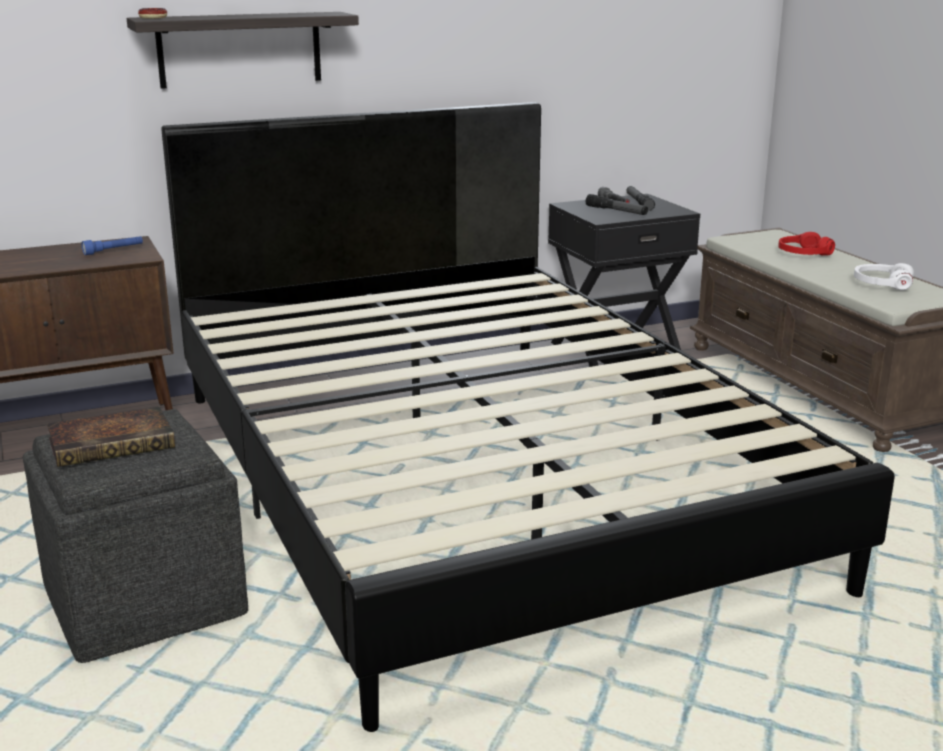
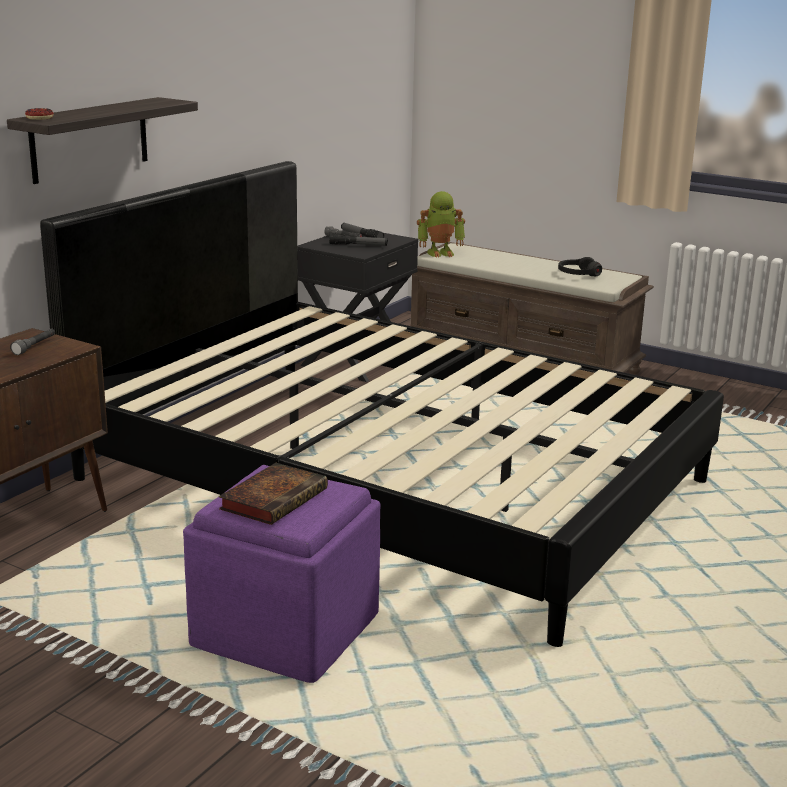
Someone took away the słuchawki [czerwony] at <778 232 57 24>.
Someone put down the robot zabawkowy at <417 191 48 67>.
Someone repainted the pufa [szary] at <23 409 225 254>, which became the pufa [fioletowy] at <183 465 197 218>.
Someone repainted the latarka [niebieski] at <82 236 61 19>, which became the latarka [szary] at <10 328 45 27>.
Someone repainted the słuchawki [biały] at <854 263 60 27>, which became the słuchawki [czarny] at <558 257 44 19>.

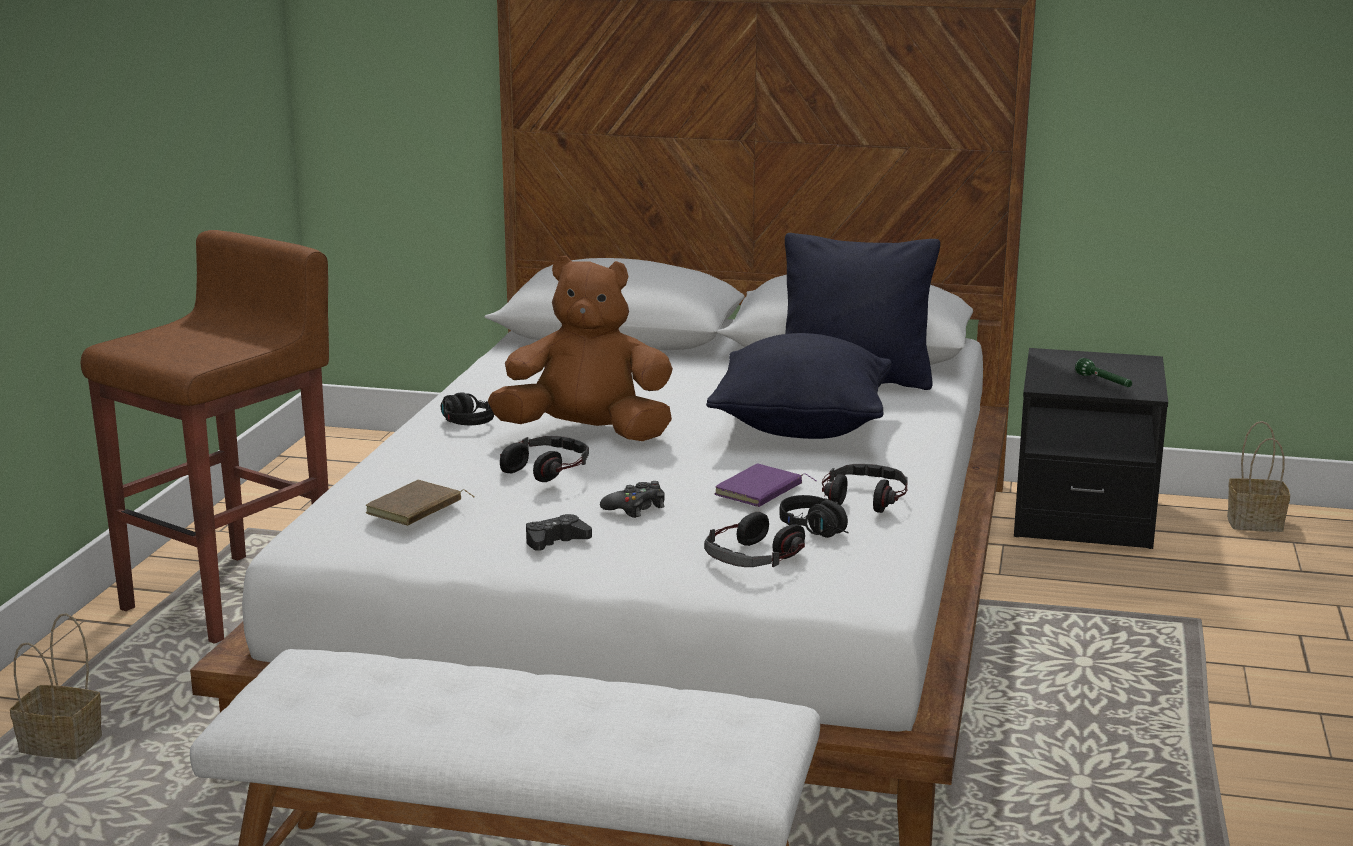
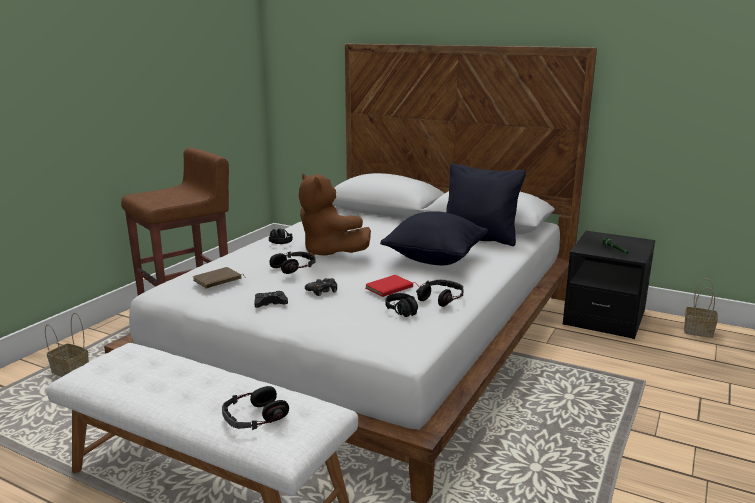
Someone carried the słuchawki from <704 512 101 55> to <222 386 67 44>.
Someone repainted the książka [fioletowy] at <715 463 101 44>, which became the książka [czerwony] at <365 275 54 22>.
Someone rotated the pluszak [brązowy] at <488 256 185 185> by 150 degrees counterclockwise.

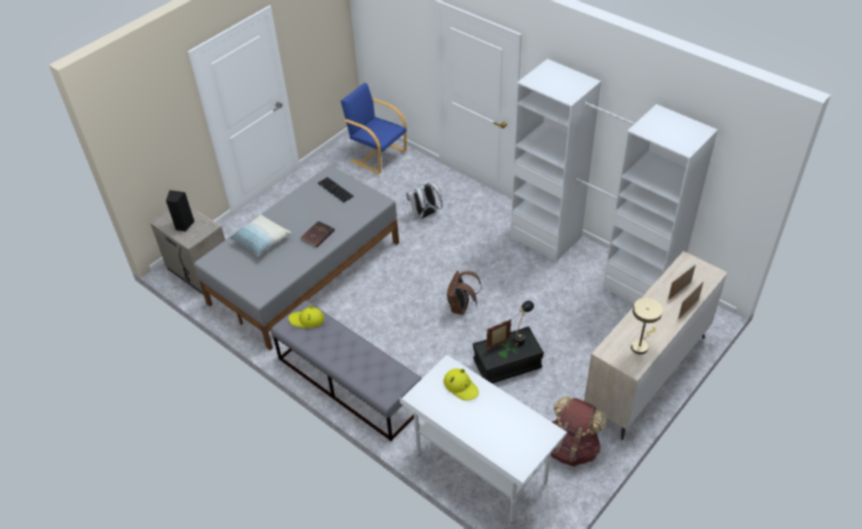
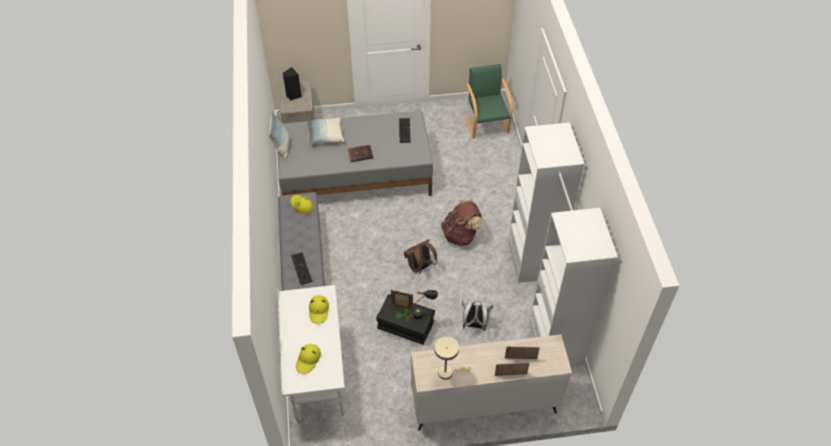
Someone put down the poduszka at <269 111 20 48>.
Someone put down the klawiatura at <291 252 22 33>.
Someone put down the kapelusz [żółty] at <296 344 25 30>.
Someone carried the plecak [biały] from <406 181 36 38> to <462 299 31 32>.
Someone carried the plecak [brązowy] from <551 396 56 71> to <441 199 42 47>.
Someone repainted the fotel [niebieski] at <341 83 66 91>, which became the fotel [zielony] at <465 64 48 74>.

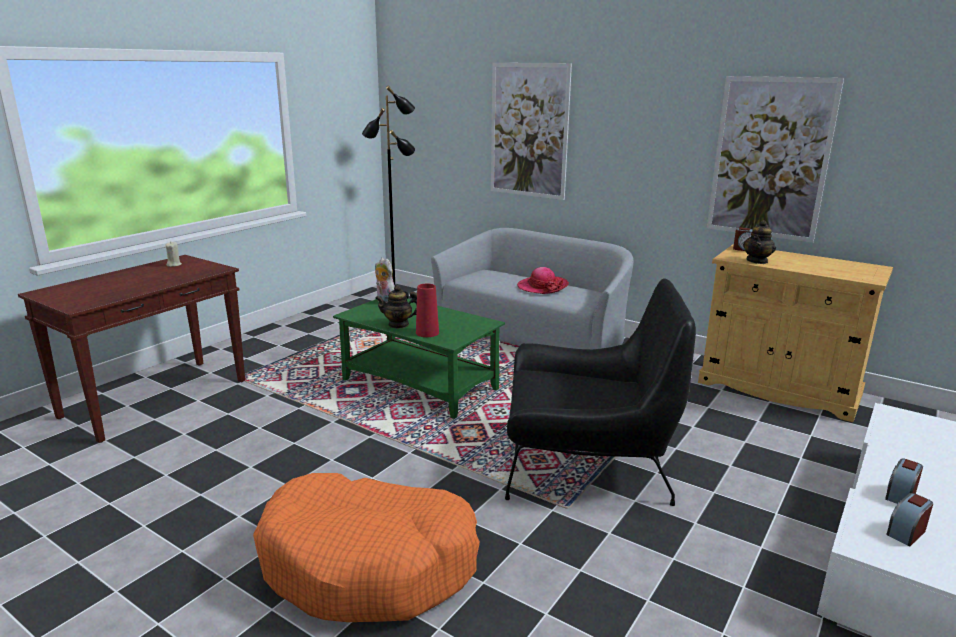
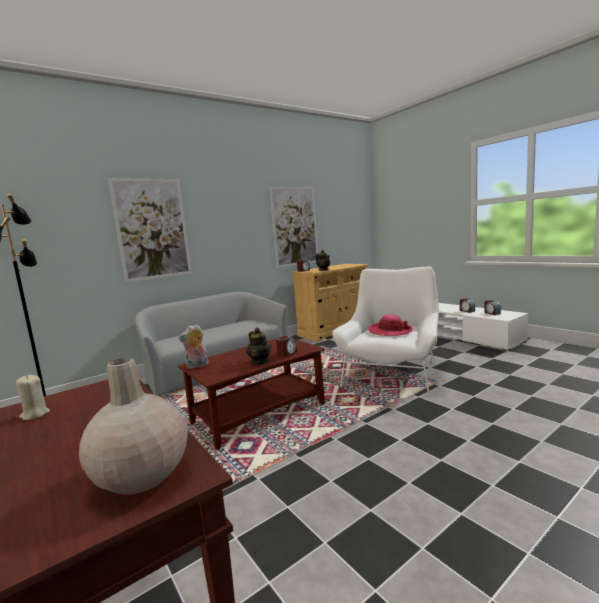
Someone took away the legowisko [pomarańczowy] at <253 473 227 149>.
Someone put down the wazon [beżowy] at <79 358 109 137>.
Someone carried the kapelusz from <517 267 52 27> to <368 314 45 22>.
Someone swapped the wazon [czerwony] at <416 284 23 53> for the budzik at <276 336 21 22>.
Someone repainted the ława [zielony] at <333 298 172 121>, which became the ława [brązowy] at <178 338 147 112>.
Someone repainted the fotel [czarny] at <505 279 191 227>, which became the fotel [biały] at <332 266 107 130>.
Someone rotated the imbryk at <375 285 42 43> by 45 degrees counterclockwise.

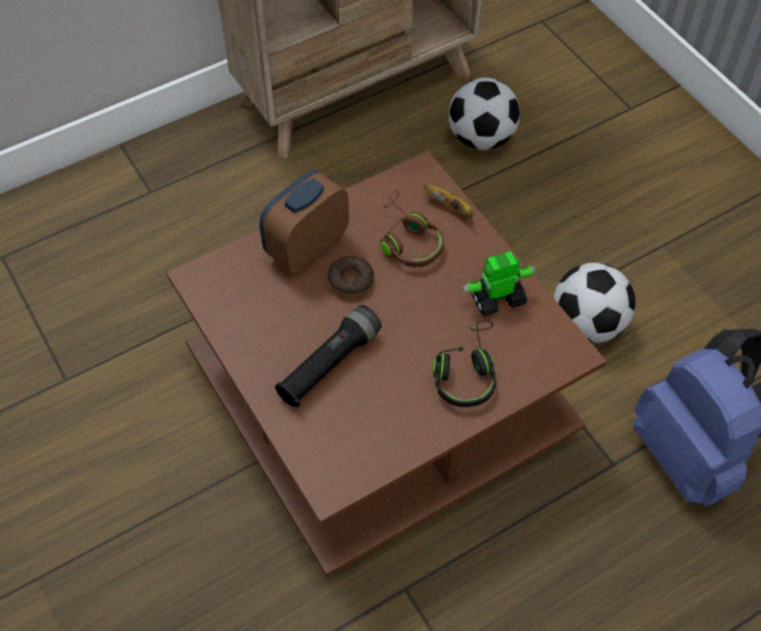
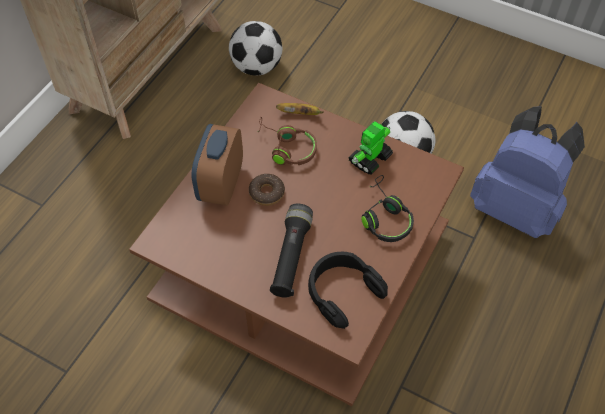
Someone put down the słuchawki [czarny] at <308 252 80 77>.

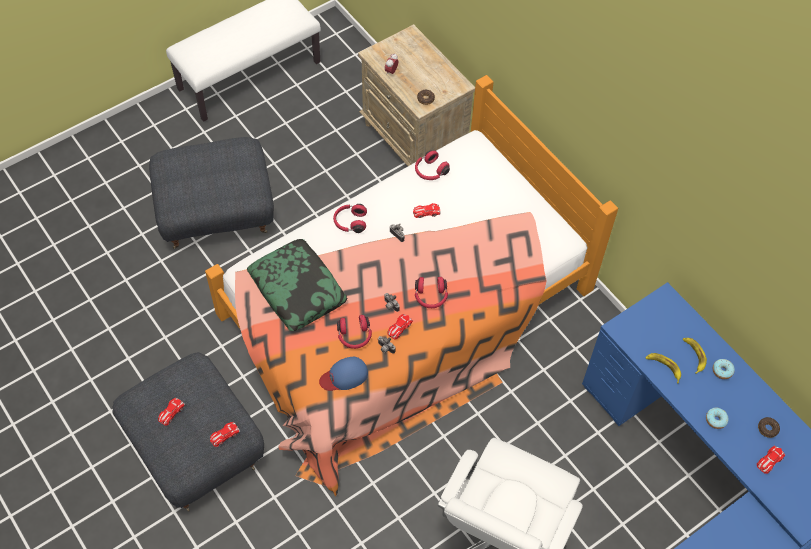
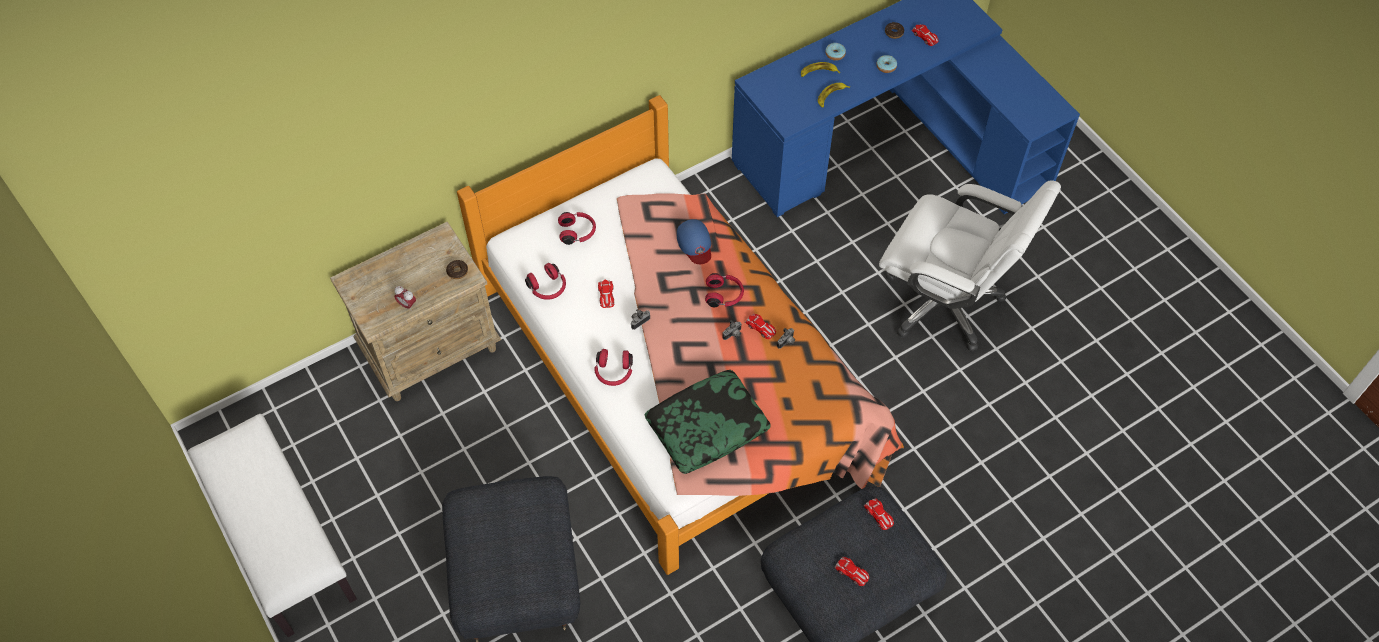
Someone carried the czapka z daszkiem [niebieski] from <319 357 49 34> to <677 219 34 45>.
Someone carried the słuchawki [czerwony] from <337 315 35 34> to <558 212 38 33>.

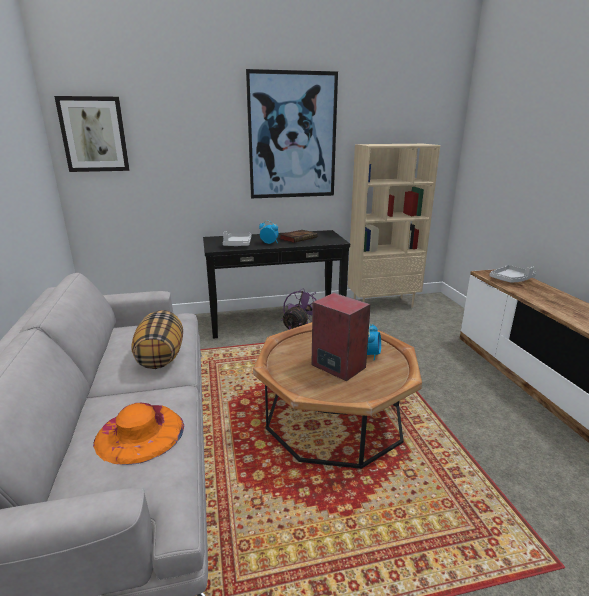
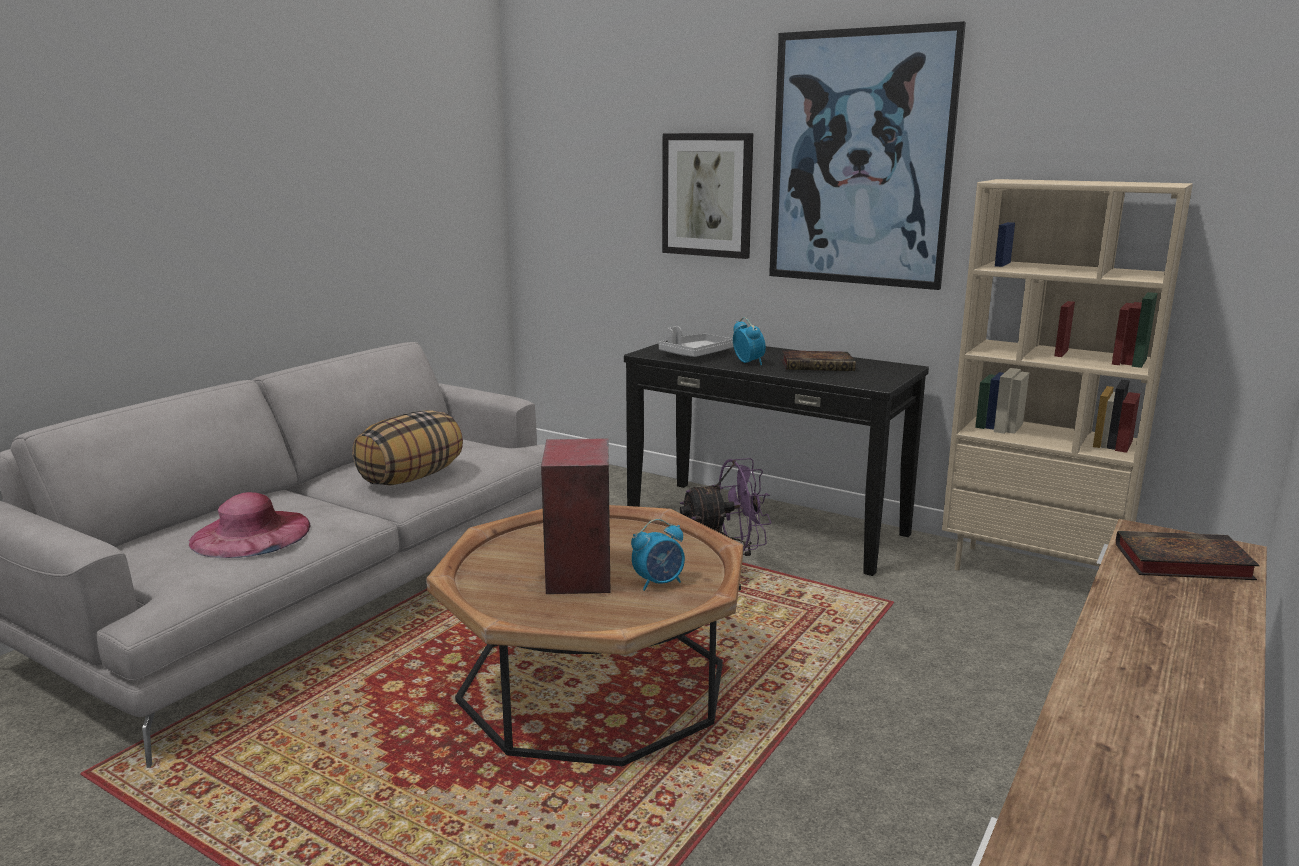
Someone carried the obraz from <54 96 75 76> to <662 133 91 126>.
Someone swapped the taca [szary] at <489 265 47 17> for the książka at <1116 531 144 49>.
Someone repainted the kapelusz [pomarańczowy] at <93 403 91 62>, which became the kapelusz [różowy] at <189 492 122 66>.

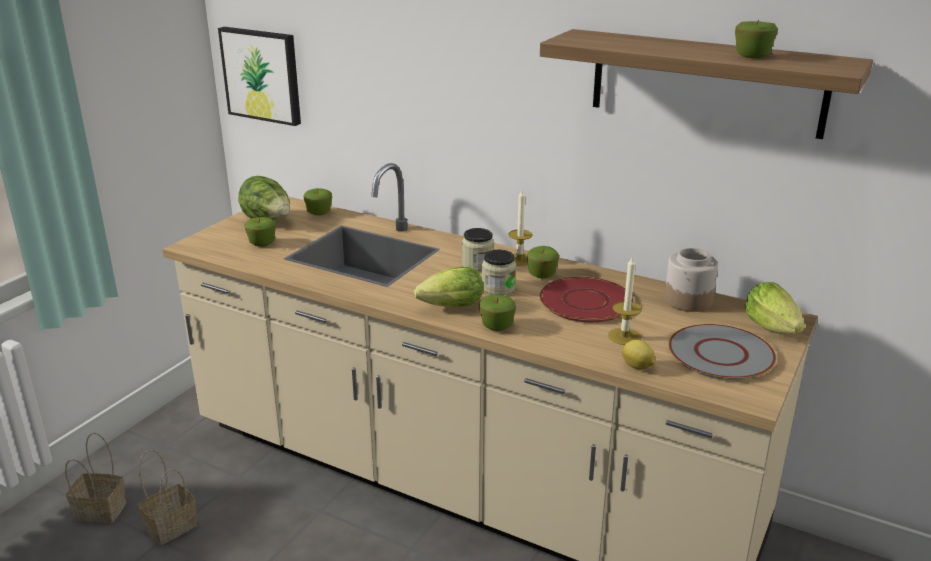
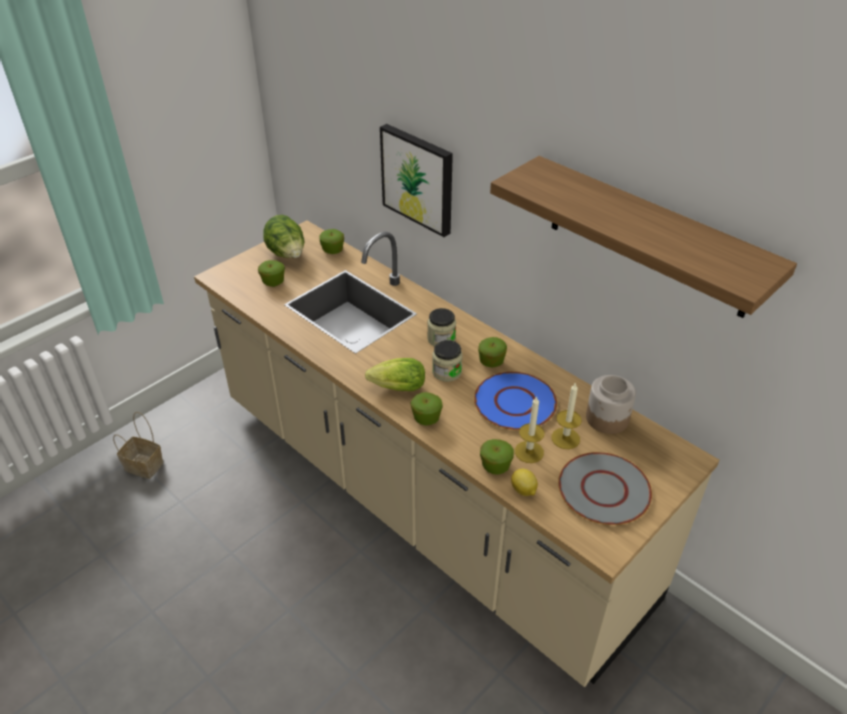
Someone took away the koszyk at <138 449 59 96>.
Someone took away the sałata at <745 282 60 52>.
Someone carried the obraz from <218 27 83 99> to <380 124 73 113>.
Someone carried the świeca from <508 190 25 76> to <551 382 31 67>.
Someone carried the jabłko from <735 20 43 39> to <480 439 34 36>.
Someone repainted the talerz [czerwony] at <539 277 94 45>, which became the talerz [niebieski] at <474 372 83 58>.

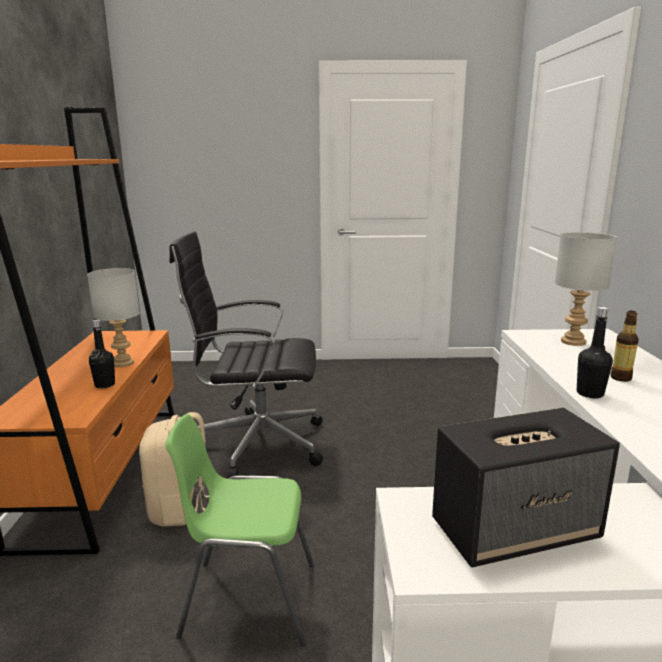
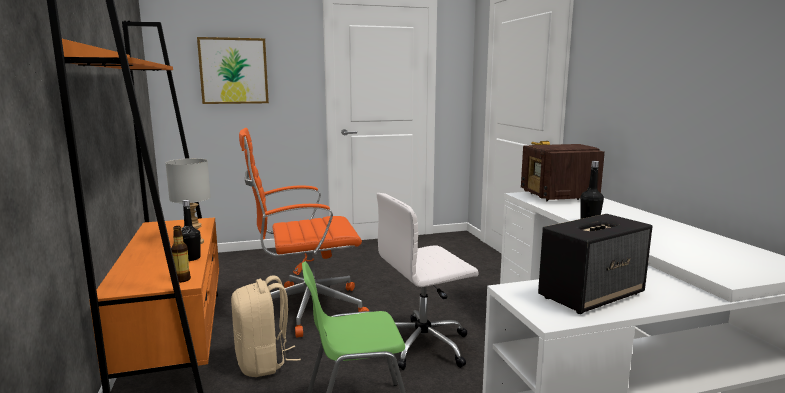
Someone put up the obraz at <197 37 72 67>.
Someone put down the krzesło biurowe [biały] at <377 193 101 177>.
Someone carried the butelka from <611 311 28 71> to <171 226 20 57>.
Someone swapped the lampa stołowa [szary] at <555 232 62 114> for the radio at <521 144 84 57>.
Someone repainted the krzesło biurowe [czarny] at <169 231 154 247>, which became the krzesło biurowe [pomarańczowy] at <239 128 130 210>.

